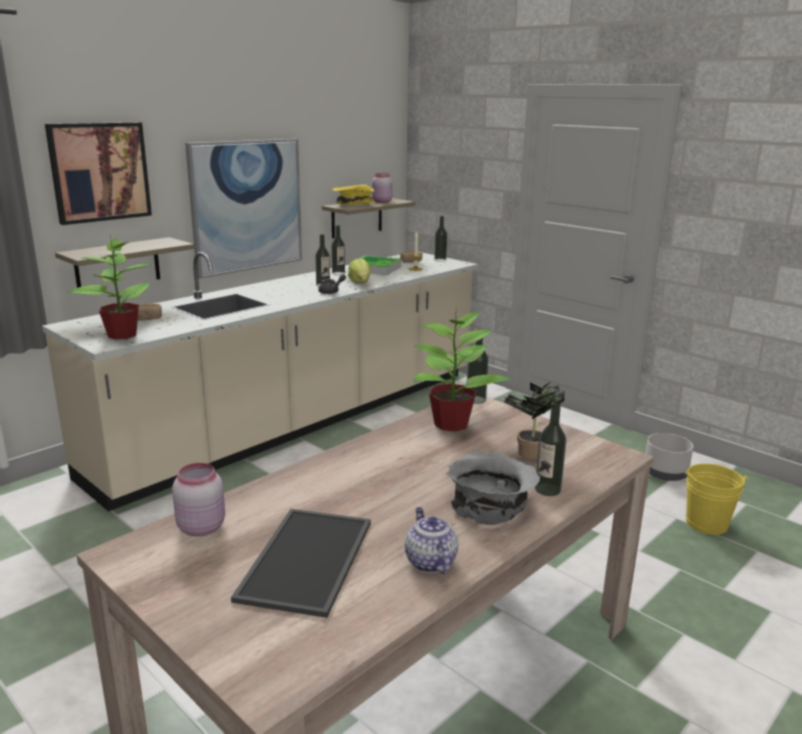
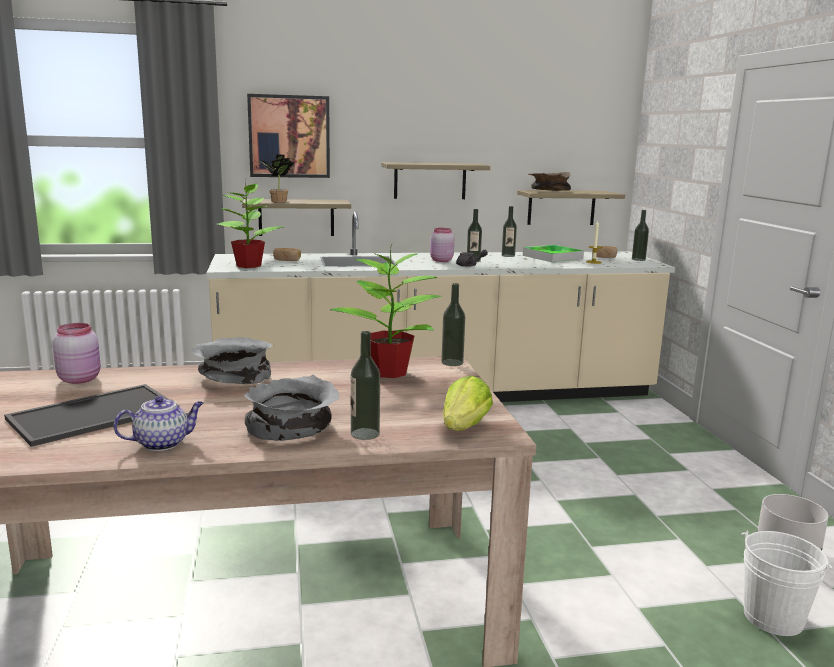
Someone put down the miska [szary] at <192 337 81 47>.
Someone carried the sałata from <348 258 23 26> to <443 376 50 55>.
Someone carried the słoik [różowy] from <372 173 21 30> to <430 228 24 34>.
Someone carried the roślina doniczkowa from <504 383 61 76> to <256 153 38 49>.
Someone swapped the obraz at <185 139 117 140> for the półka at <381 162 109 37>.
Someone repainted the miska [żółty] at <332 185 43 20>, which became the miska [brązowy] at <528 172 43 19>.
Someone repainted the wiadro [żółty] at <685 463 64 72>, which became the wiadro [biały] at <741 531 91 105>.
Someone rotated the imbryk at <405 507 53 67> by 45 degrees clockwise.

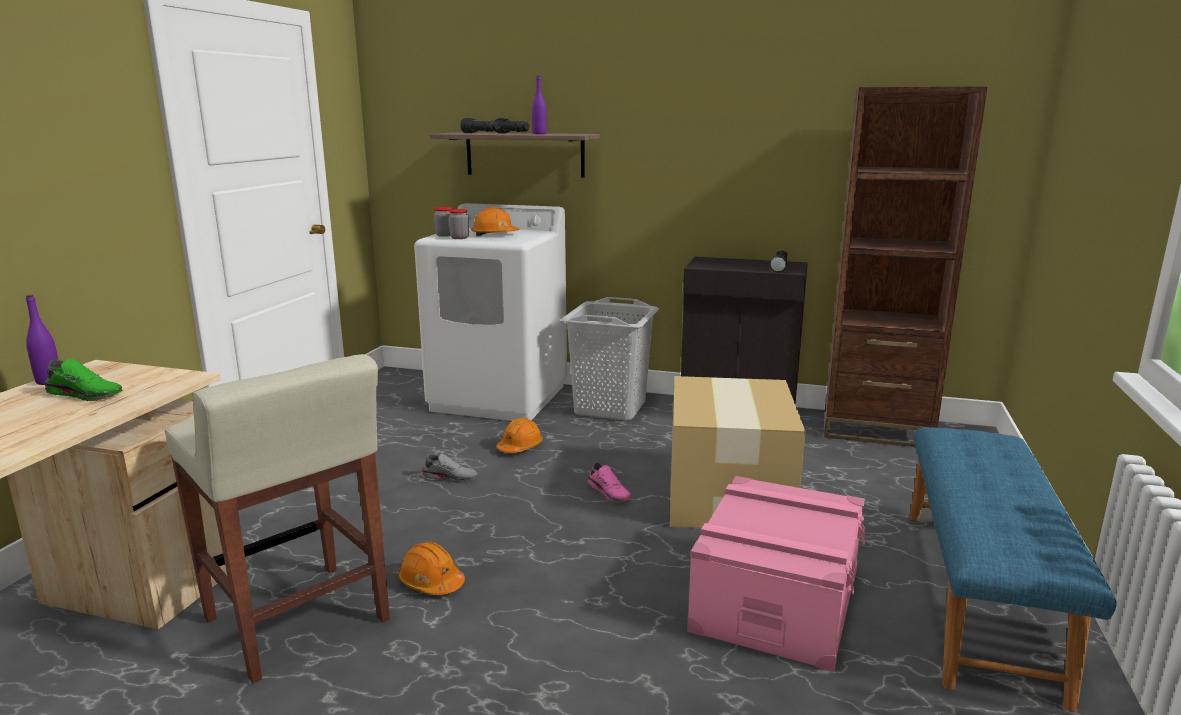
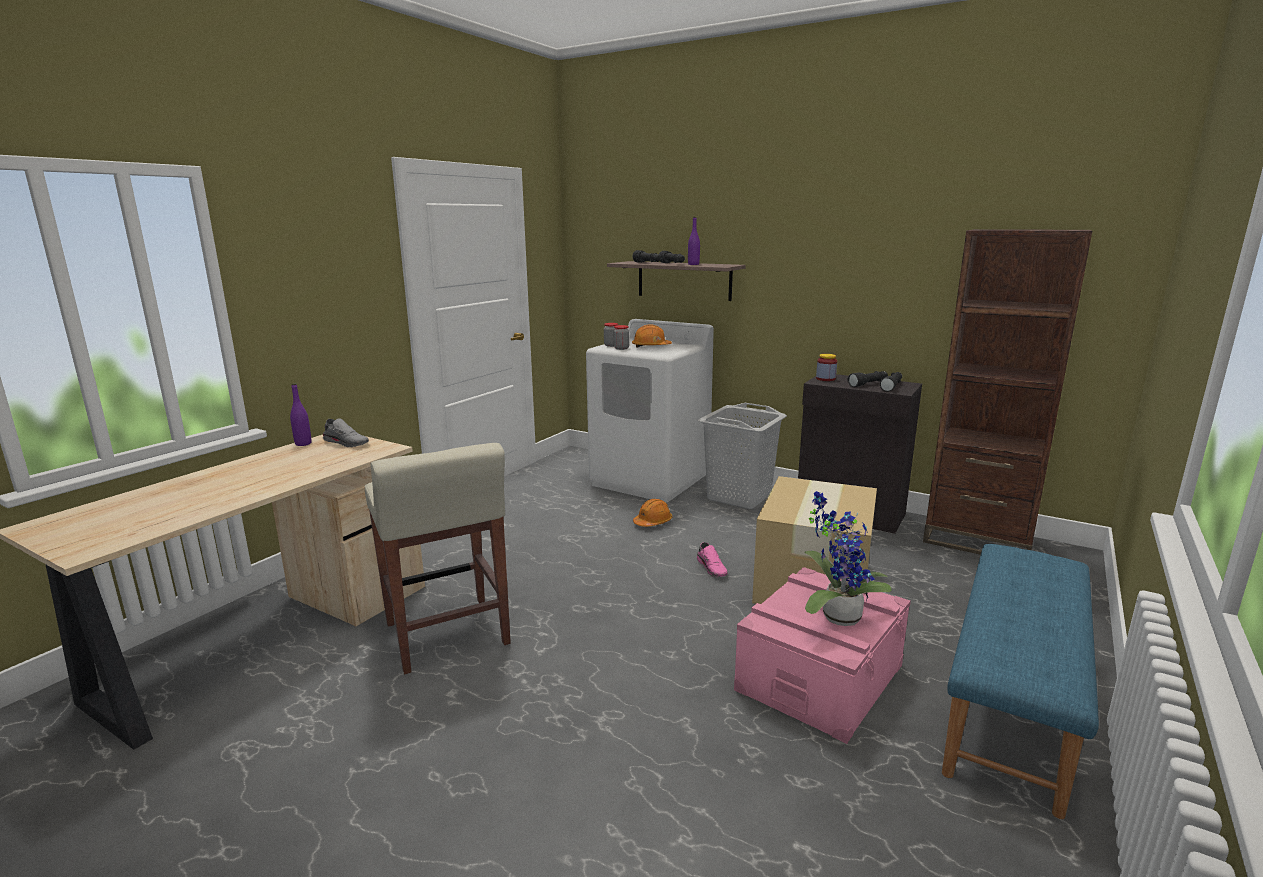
Someone took away the but [zielony] at <45 358 77 43>.
Someone took away the kask [pomarańczowy] at <398 542 67 53>.
Someone put down the roślina doniczkowa at <805 491 86 135>.
Someone put down the słoik at <816 354 21 27>.
Someone put down the latarka [czarny] at <847 371 41 16>.
Someone carried the but [szary] from <421 453 57 30> to <323 418 46 29>.

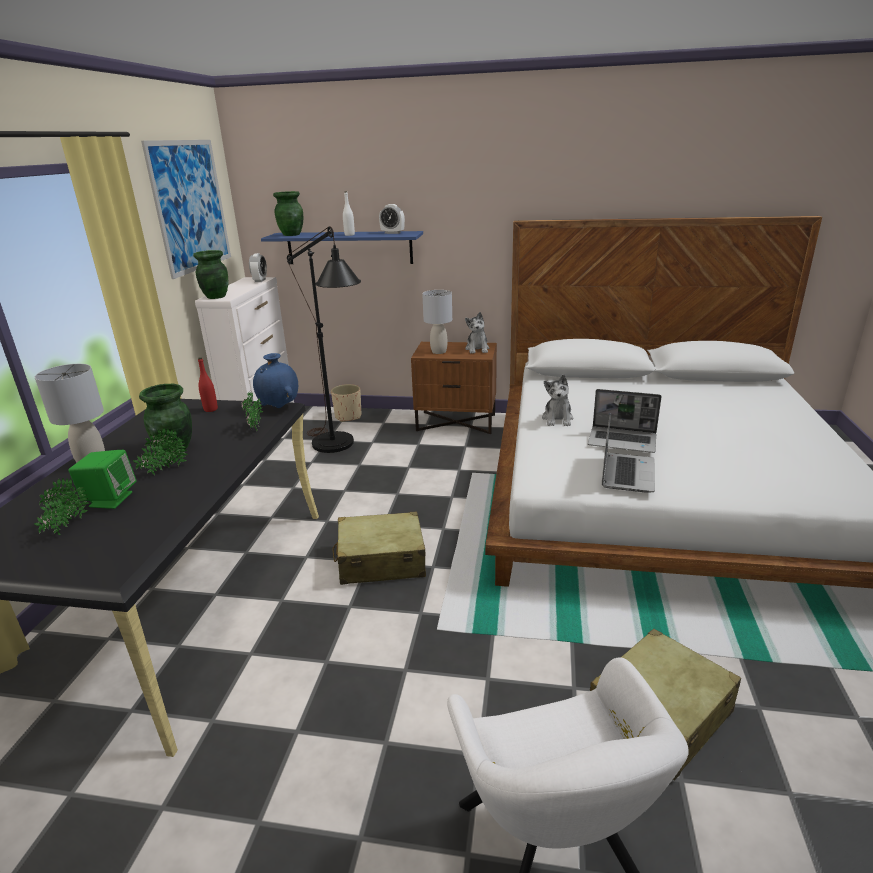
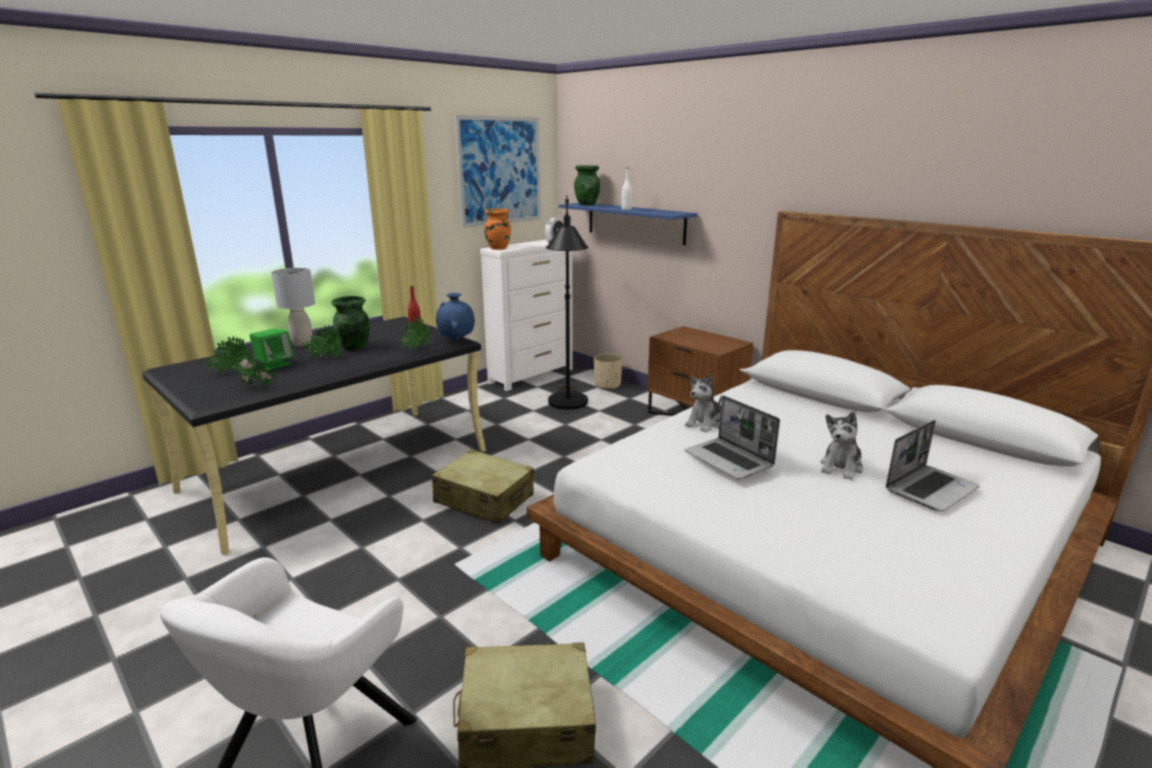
Someone took away the budzik at <379 204 26 30>.
Someone took away the lampa stołowa [szary] at <422 290 30 64>.
Someone put down the roślina doniczkowa at <232 351 44 37>.
Someone carried the pluszak from <465 312 24 42> to <820 412 43 68>.
Someone carried the laptop from <602 414 53 79> to <886 420 94 92>.
Someone repainted the wazon [zielony] at <193 250 35 49>, which became the wazon [pomarańczowy] at <484 209 27 41>.

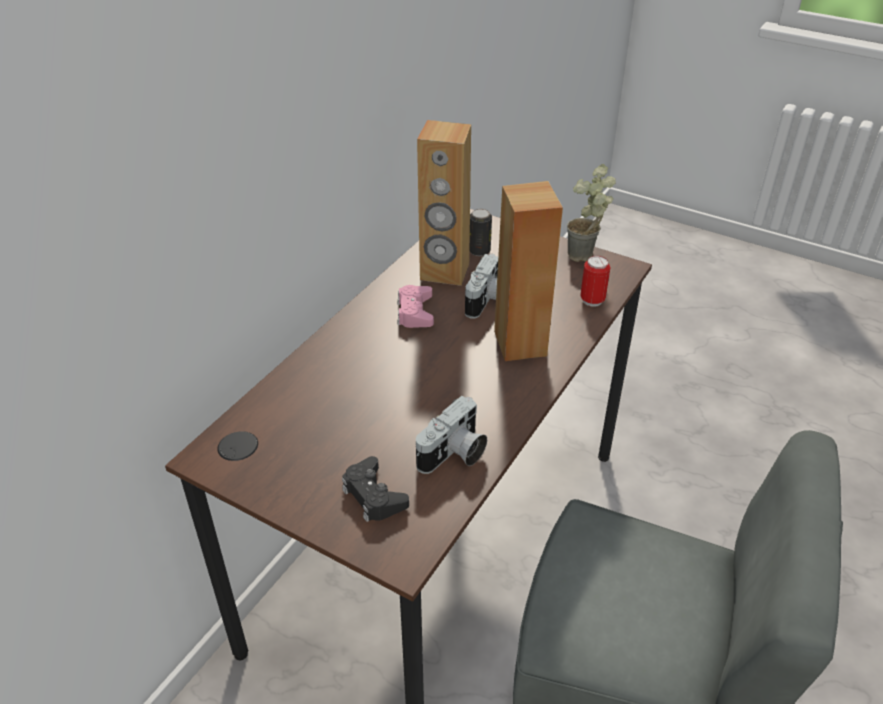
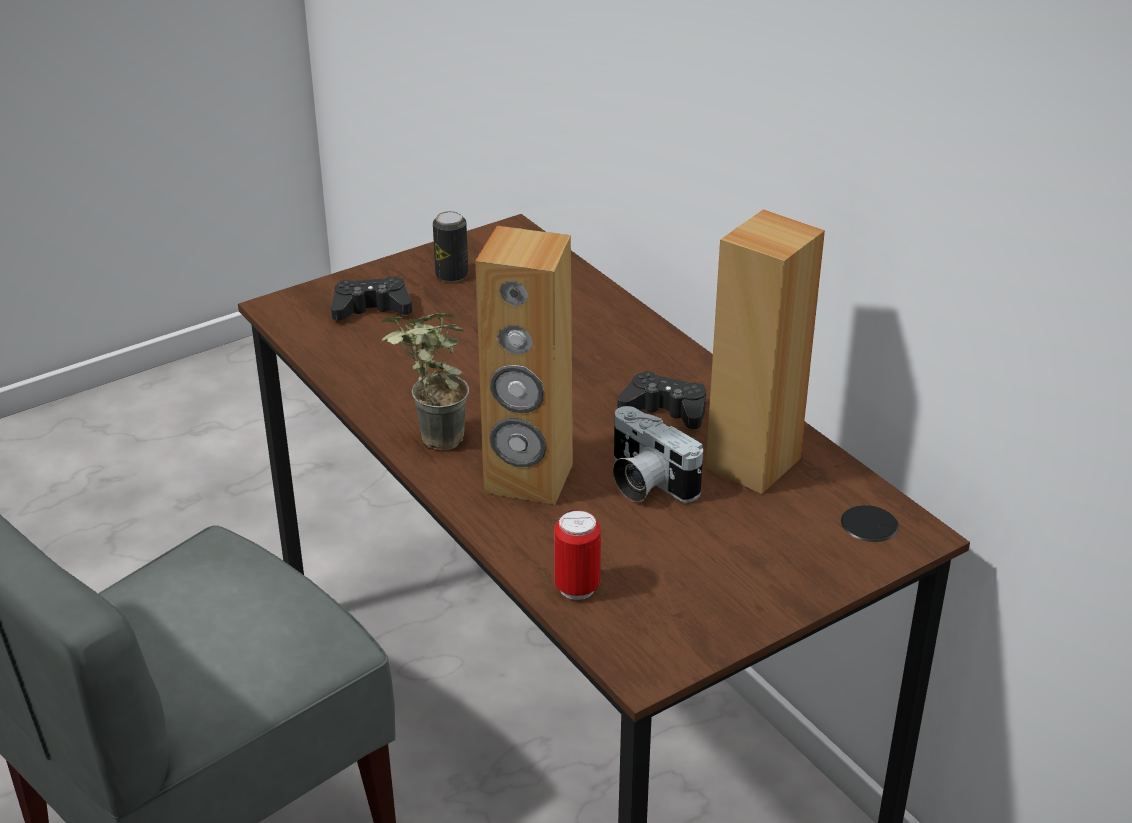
Someone took away the aparat fotograficzny at <416 396 71 78>.
Someone carried the puszka from <470 209 22 47> to <433 211 35 71>.
Someone carried the roślina doniczkowa from <567 164 49 98> to <381 313 88 137>.
Someone repainted the pad do gier [różowy] at <397 285 37 43>, which became the pad do gier [czarny] at <618 371 88 58>.

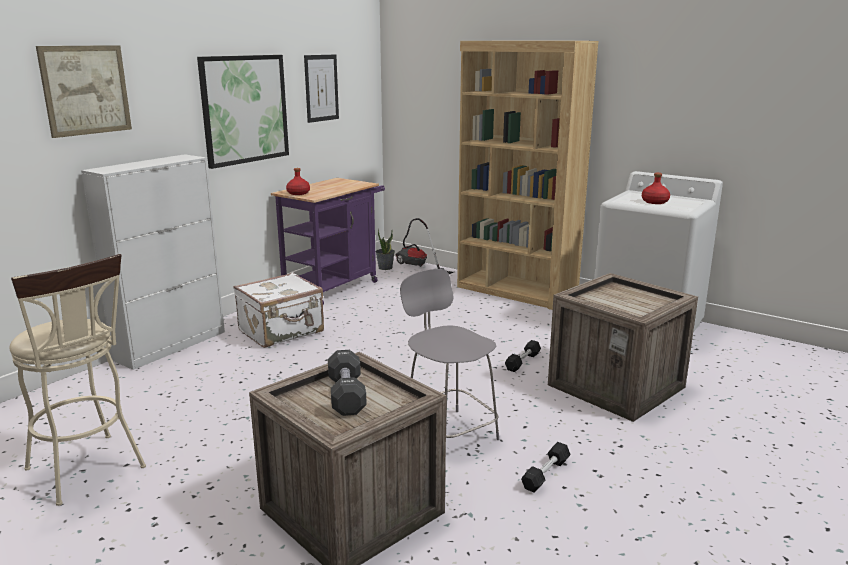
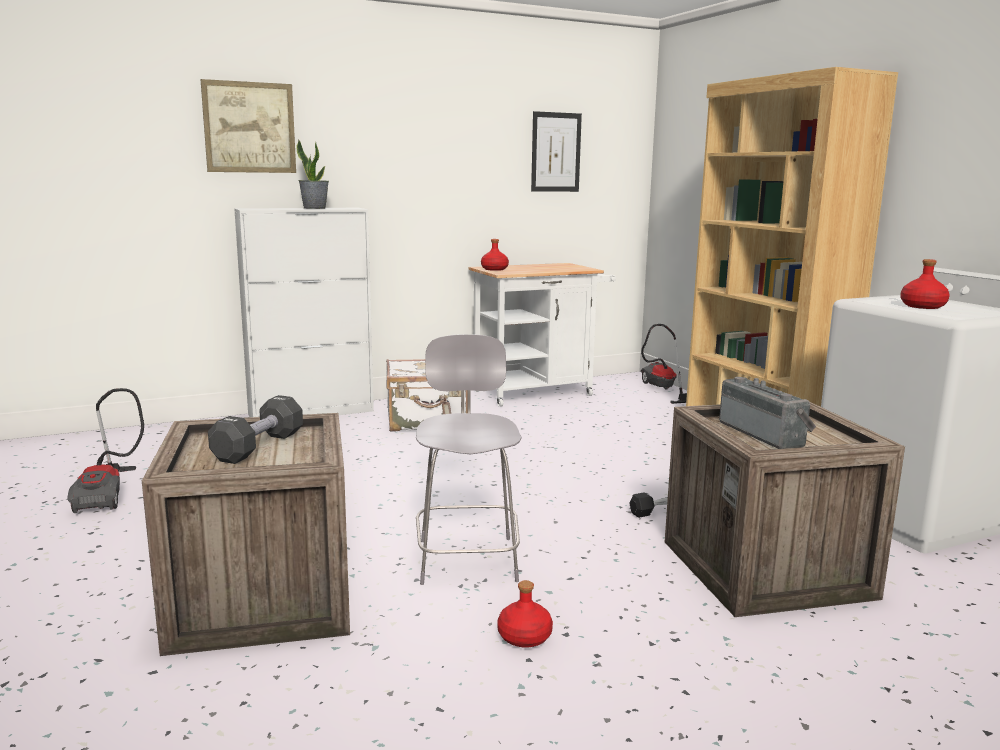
Someone took away the obraz at <197 55 92 114>.
Someone put down the radio at <719 377 97 72>.
Someone carried the roślina doniczkowa from <376 228 19 42> to <296 139 33 70>.
Someone swapped the stołek [beżowy] at <9 254 137 252> for the odkurzacz at <67 388 77 125>.
Someone swapped the hantel [czarny] at <521 442 50 51> for the butelka [czerwony] at <497 580 56 68>.
Someone repainted the wózek [fioletowy] at <271 178 114 127>, which became the wózek [biały] at <468 263 148 144>.

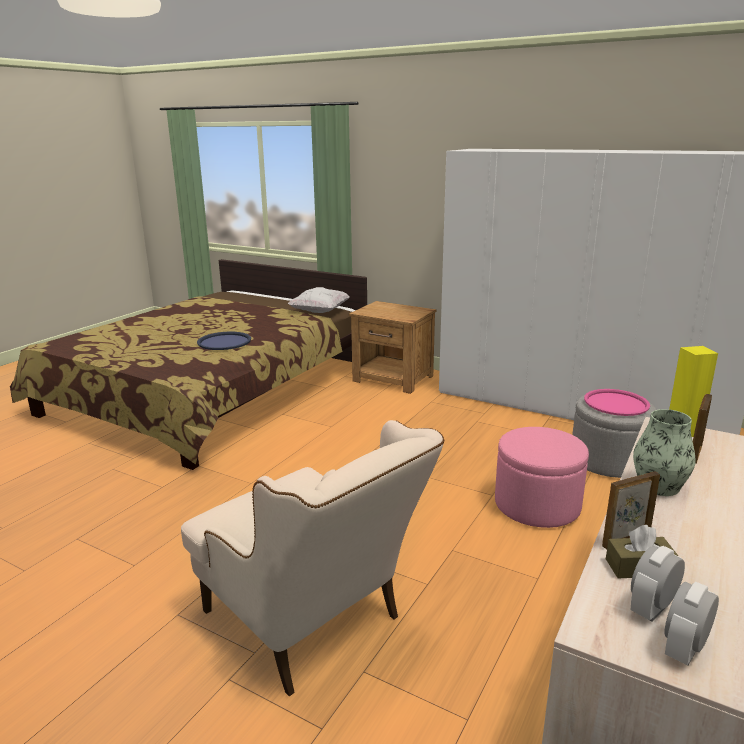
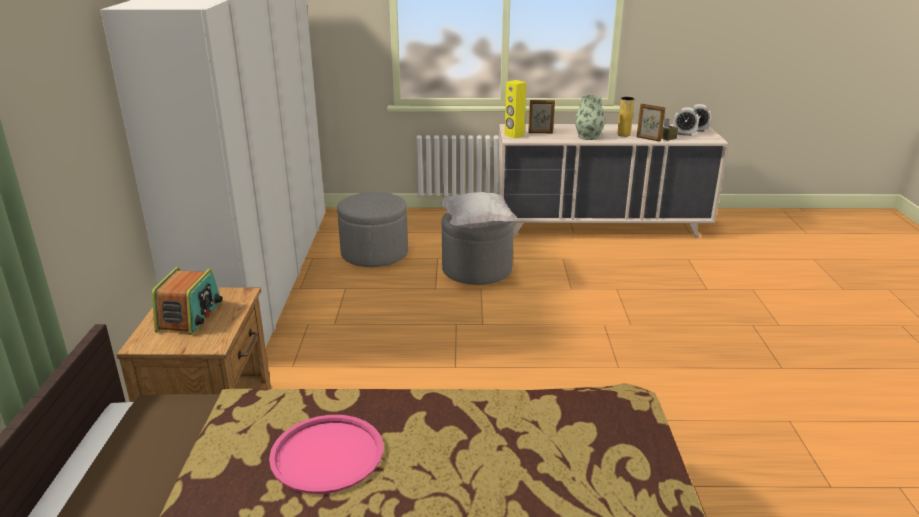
Someone took away the fotel [beżowy] at <181 420 263 276>.
Someone took away the taca [niebieski] at <197 332 54 18>.
Someone put down the radio at <152 267 71 68>.
Someone put down the wazon [żółty] at <617 97 17 40>.
Someone carried the poduszka [biały] from <288 287 62 26> to <440 192 77 36>.
Someone carried the taca [różowy] from <584 389 66 27> to <269 415 114 79>.
Someone repainted the pufa [różowy] at <495 427 94 101>, which became the pufa [szary] at <442 213 72 72>.

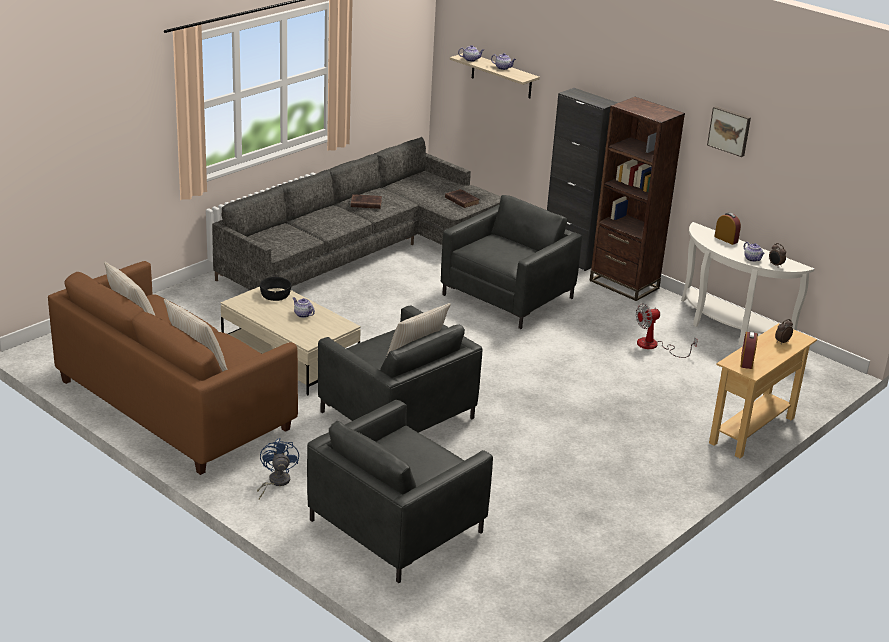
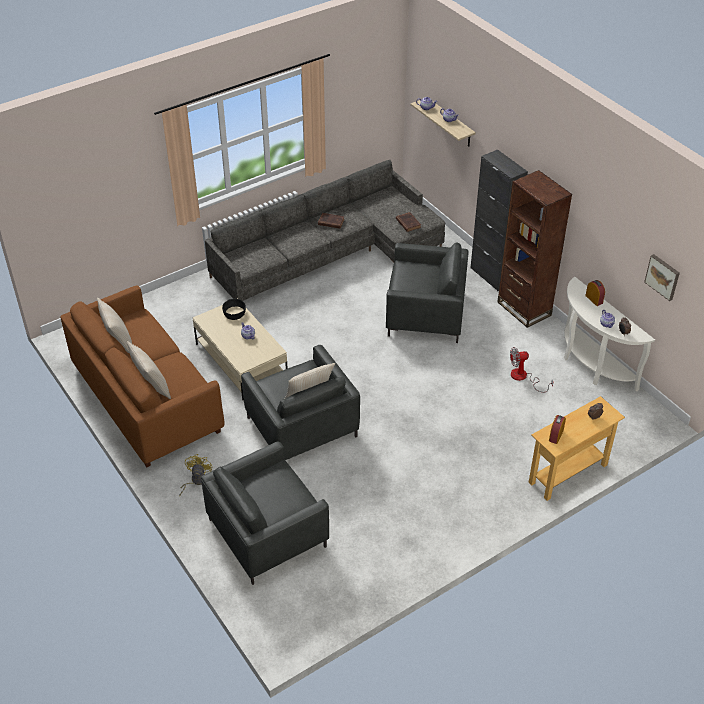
Someone carried the obraz from <707 106 44 51> to <644 254 36 47>.
Someone repainted the wentylator [niebieski] at <257 438 42 62>, which became the wentylator [żółty] at <179 454 34 42>.
Someone rotated the fotel [szary] at <441 195 141 134> by 45 degrees clockwise.

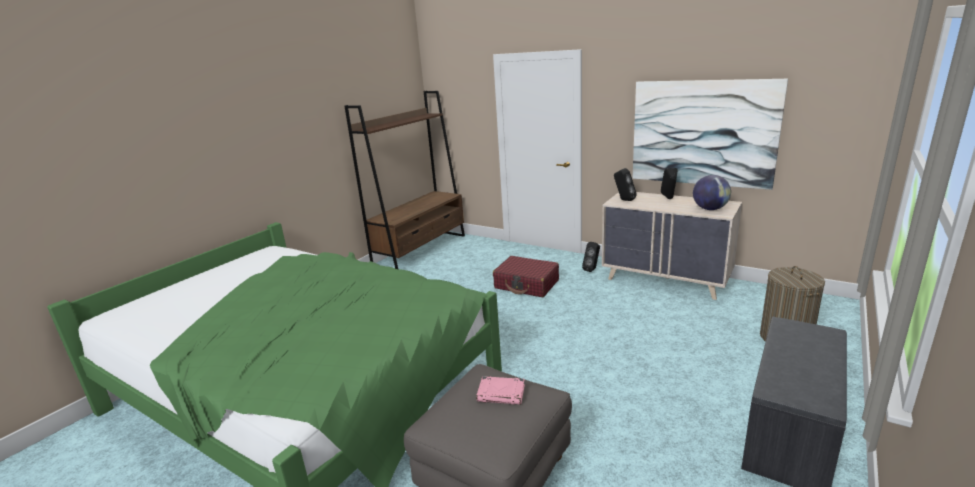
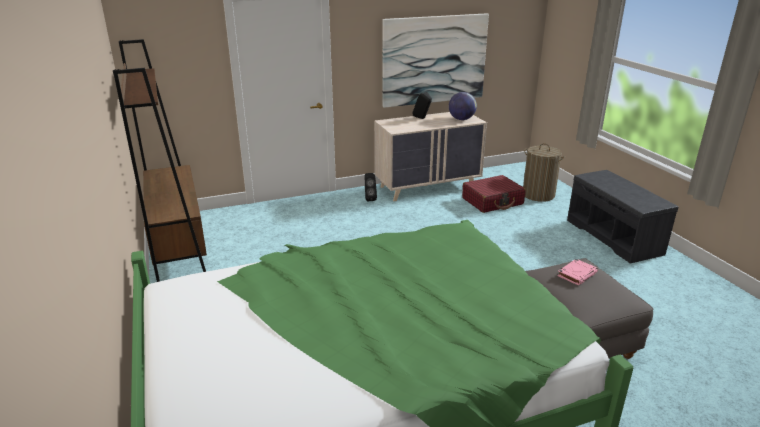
Someone took away the głośnik [czarny] at <614 168 23 33>.
Someone carried the walizka [czerwony] from <493 256 66 41> to <462 175 63 38>.

